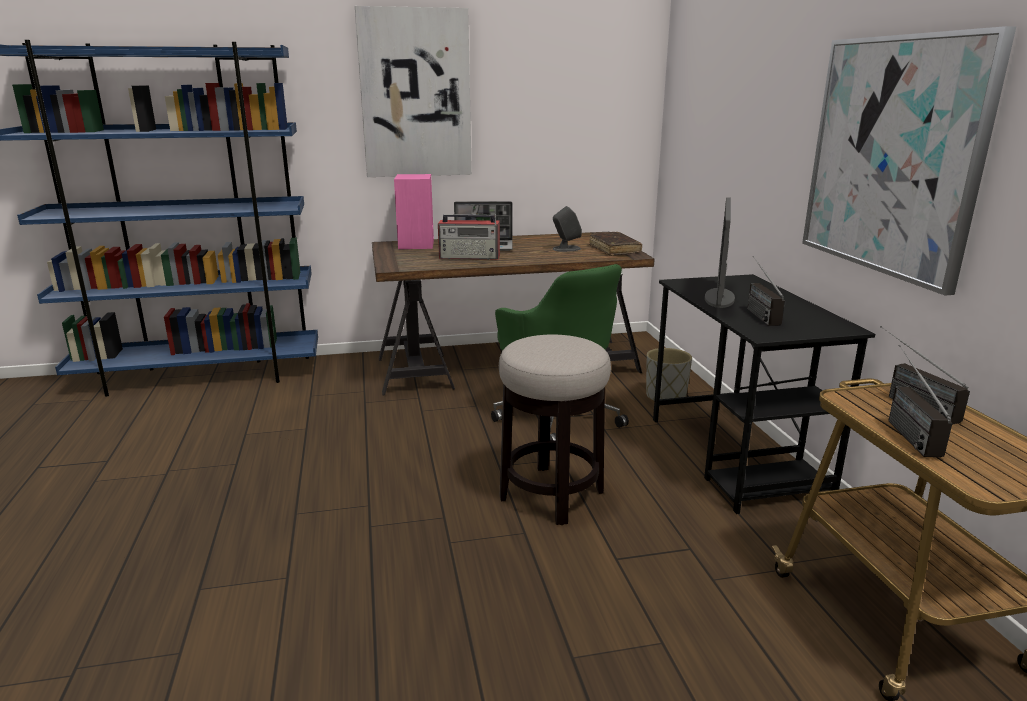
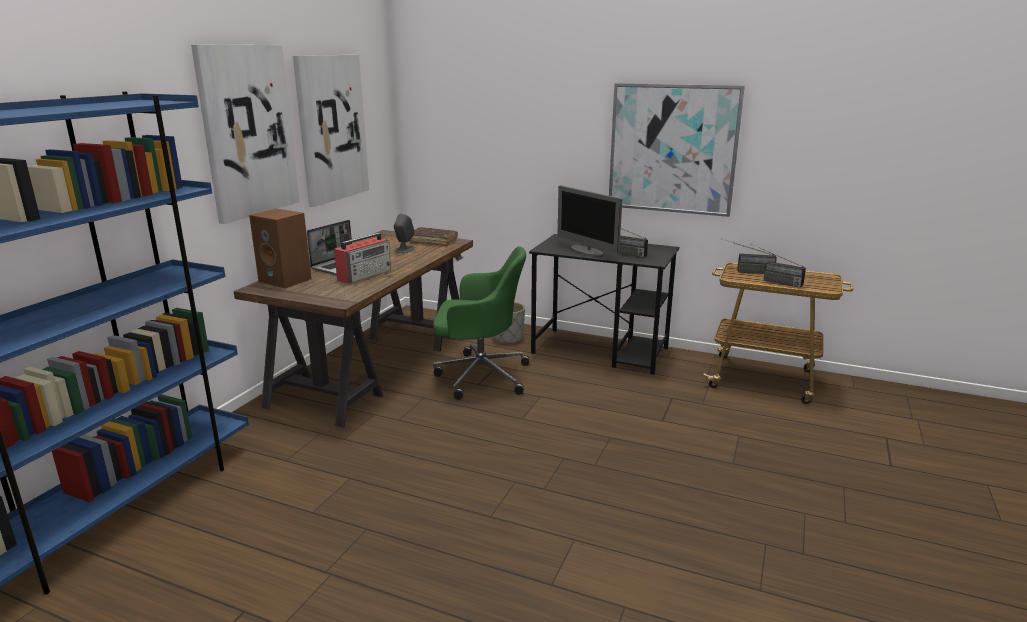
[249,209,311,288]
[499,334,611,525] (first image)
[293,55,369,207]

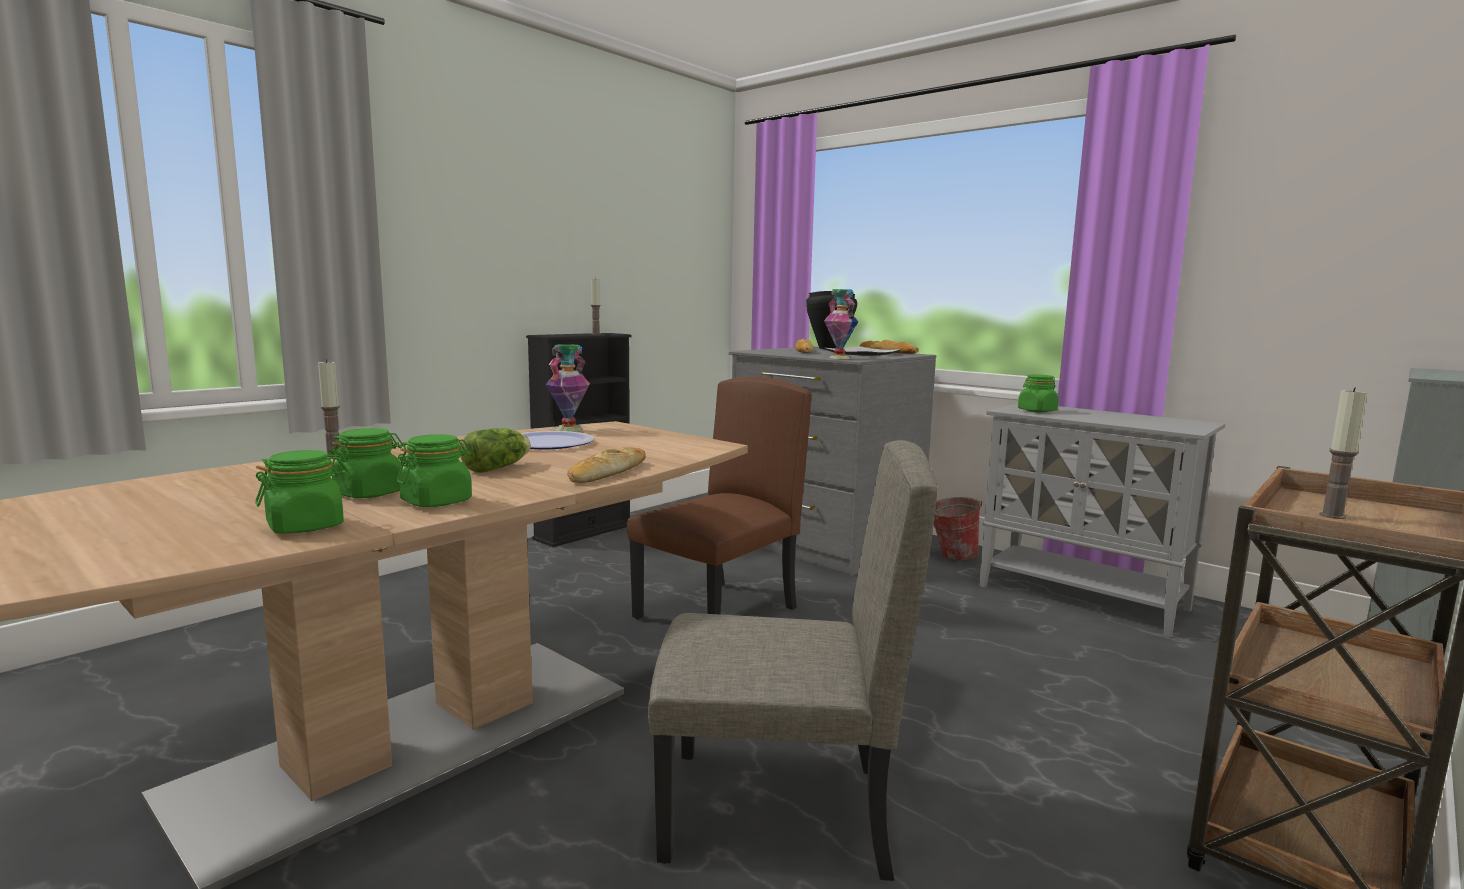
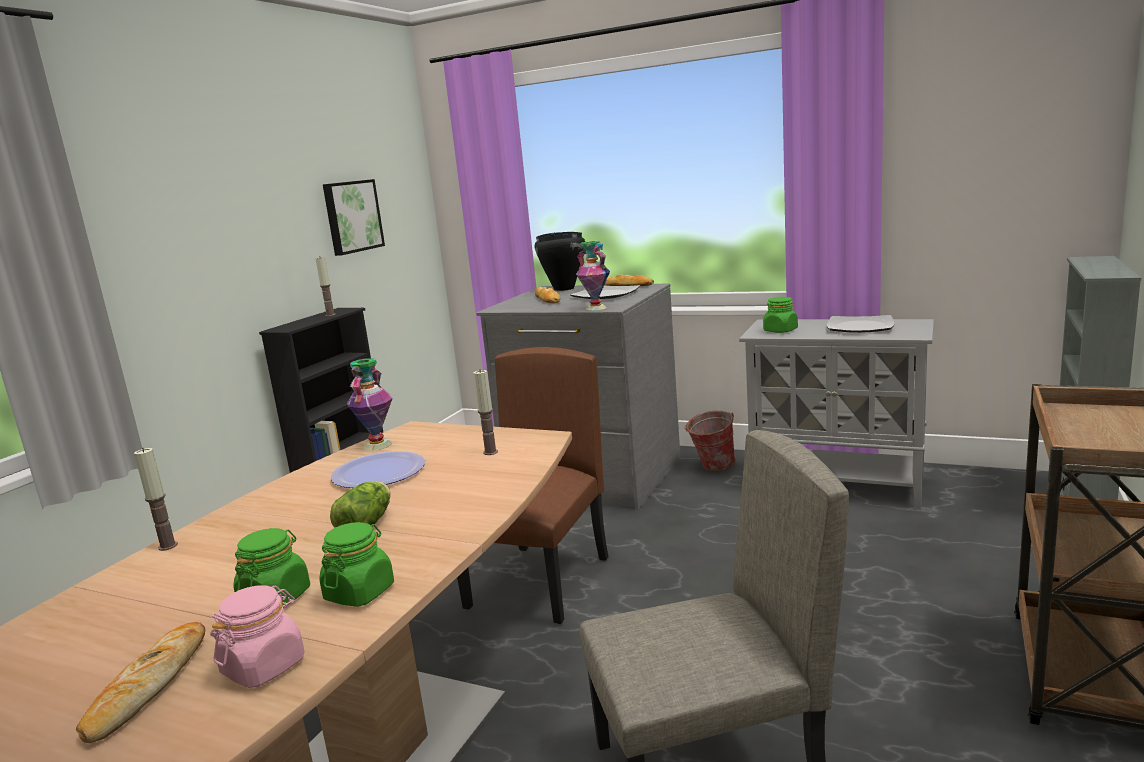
[473,370,498,455]
[76,622,205,743]
[210,585,305,688]
[323,179,385,256]
[827,315,894,333]

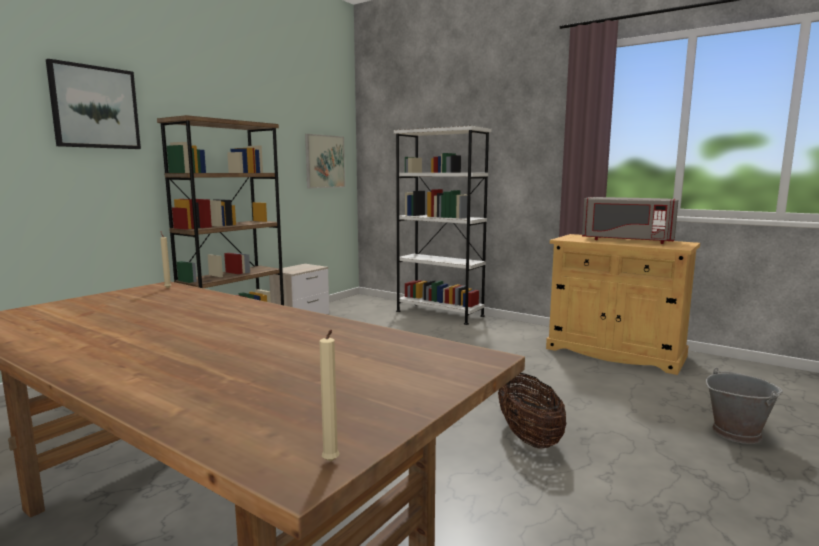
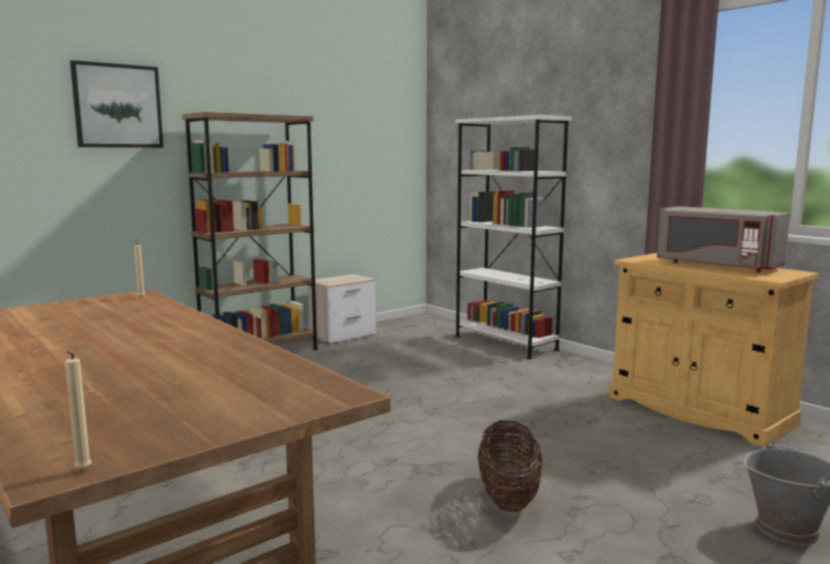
[305,134,345,189] (first image)

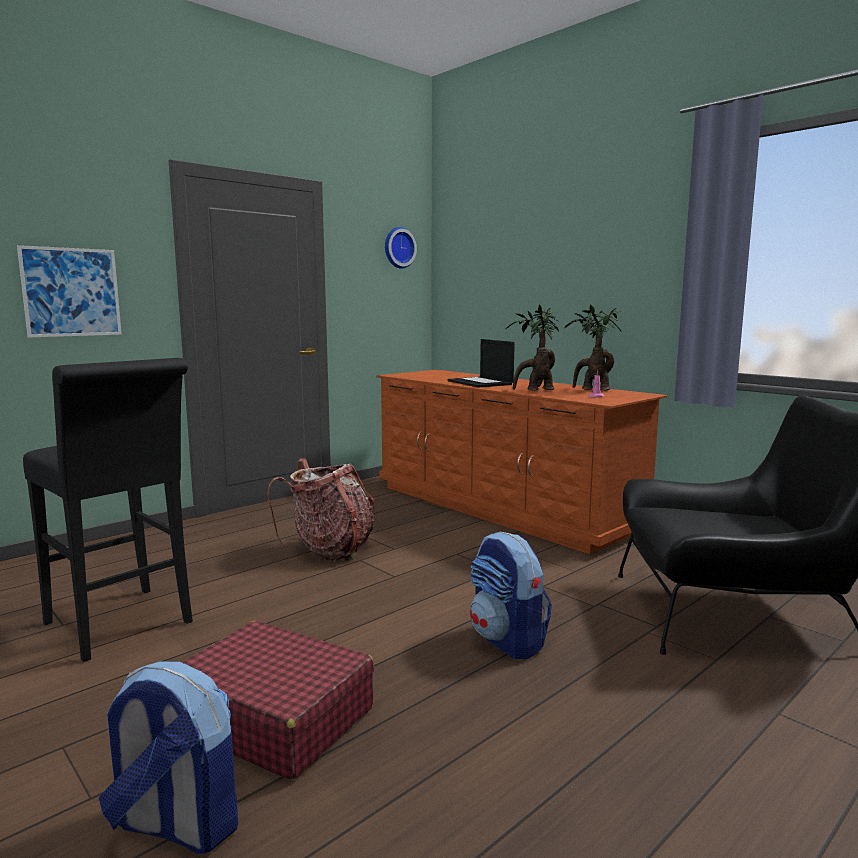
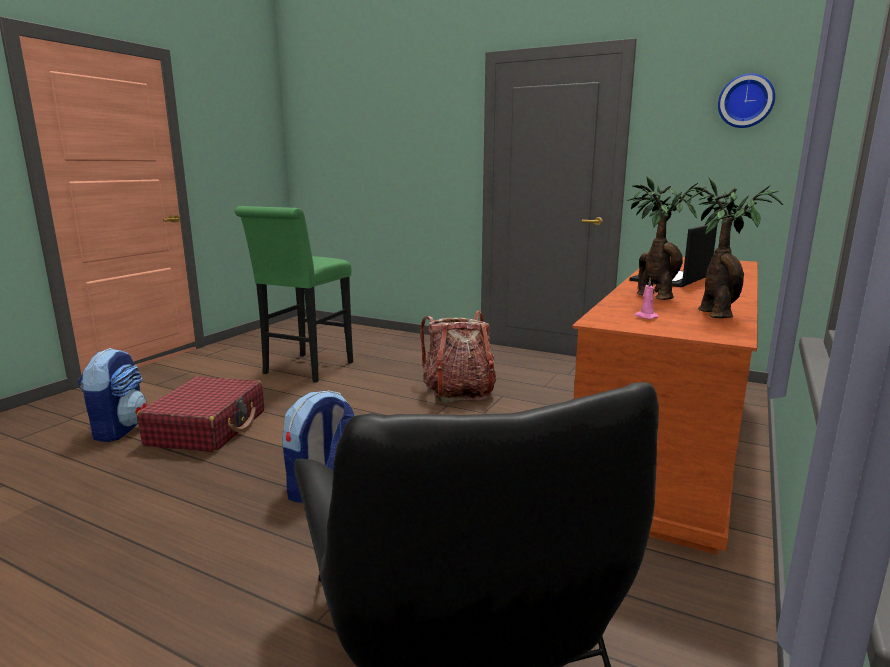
[17,245,122,338] (first image)
[235,206,353,383]

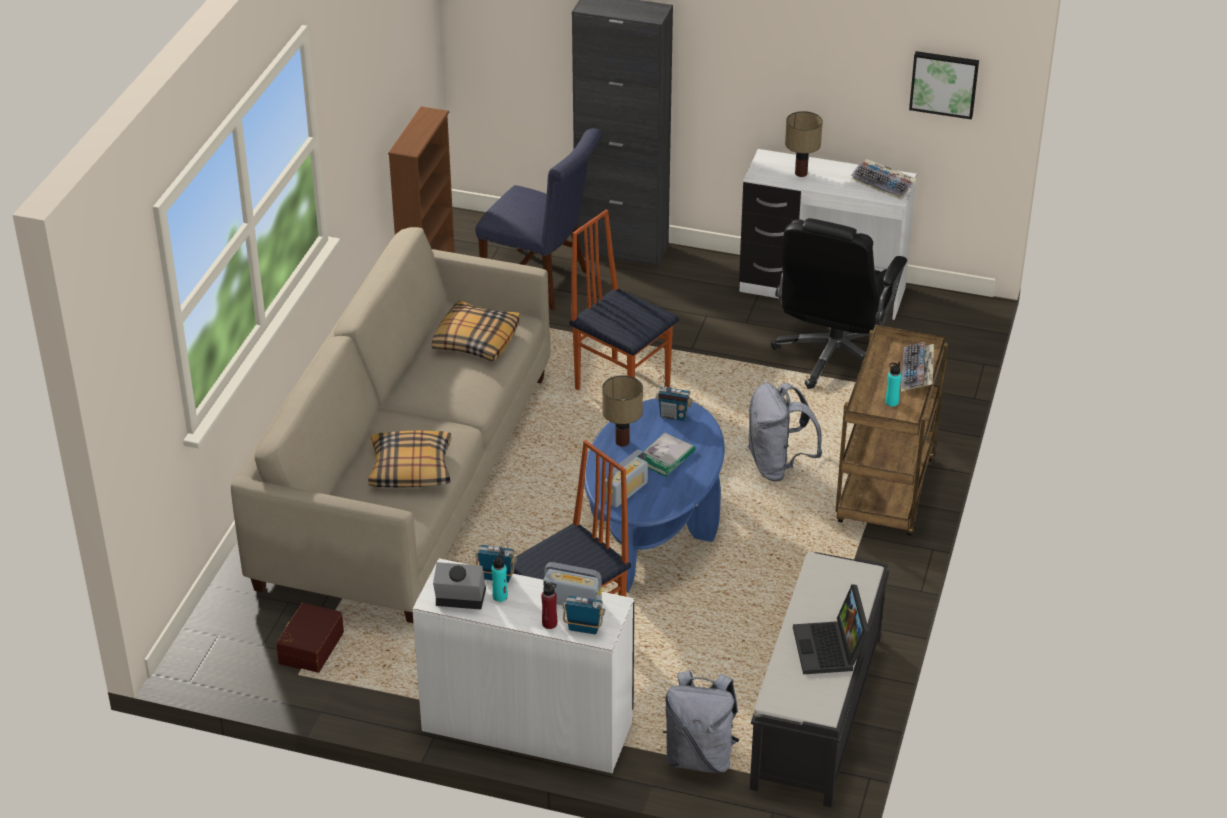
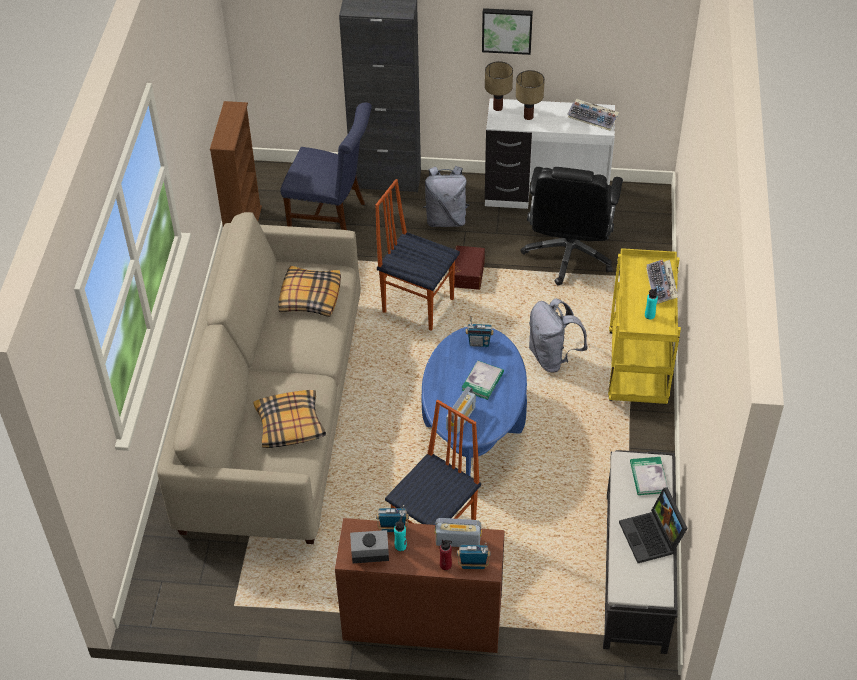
[482,8,533,55]
[608,248,681,404]
[485,61,513,111]
[335,518,505,653]
[454,246,485,290]
[423,166,469,227]
[630,457,668,495]

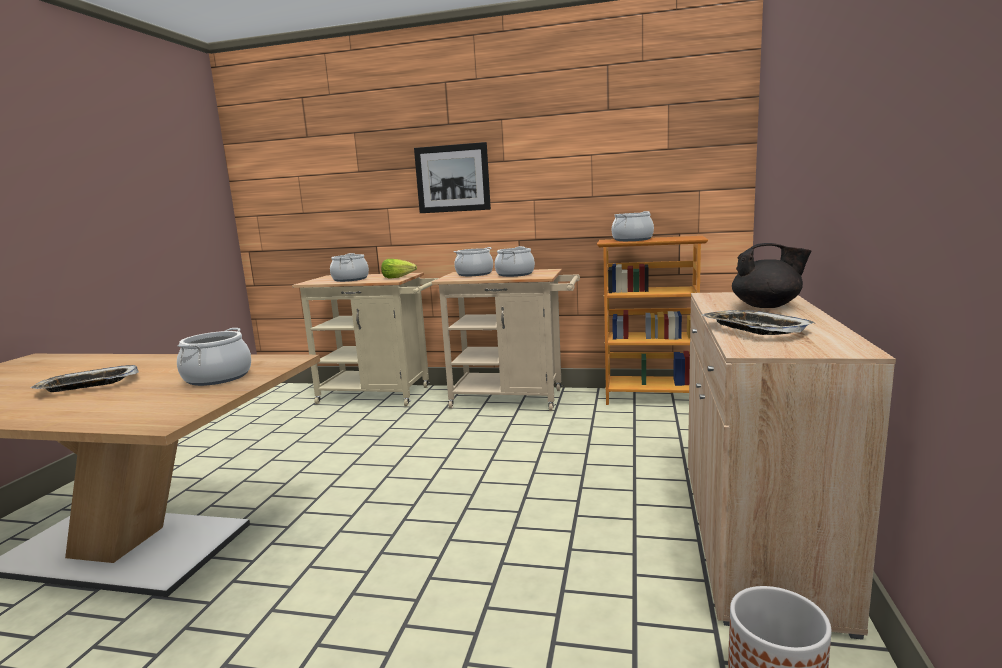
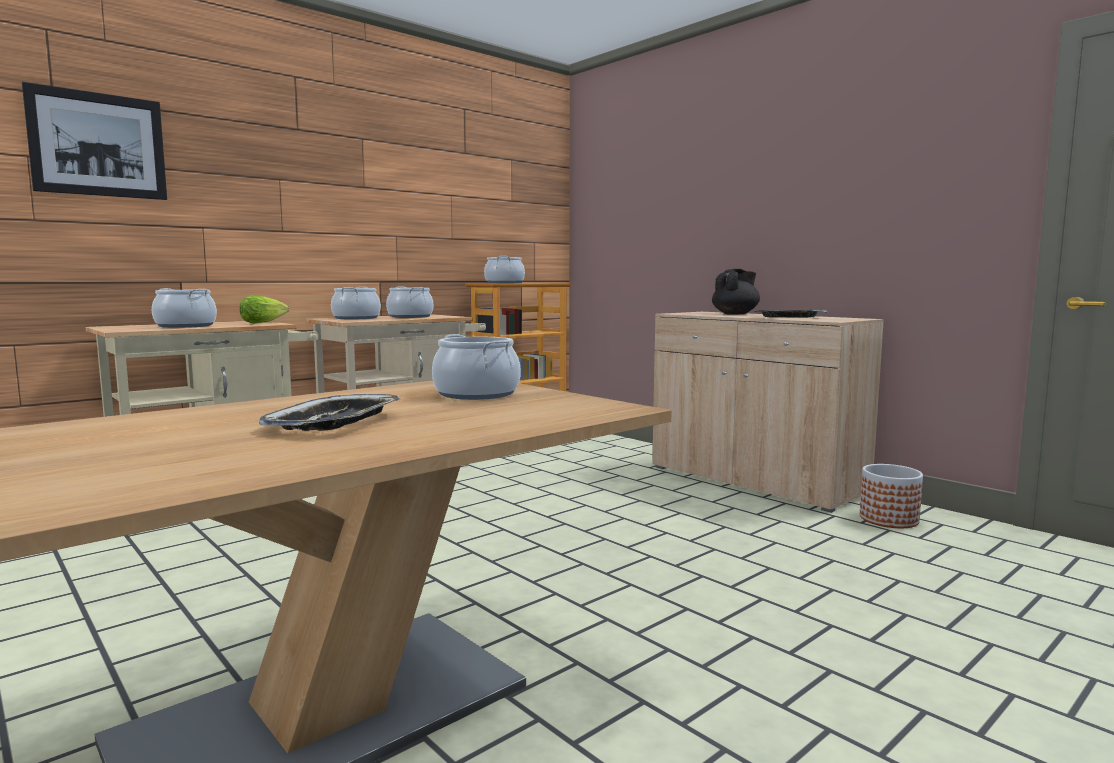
[22,82,167,200]

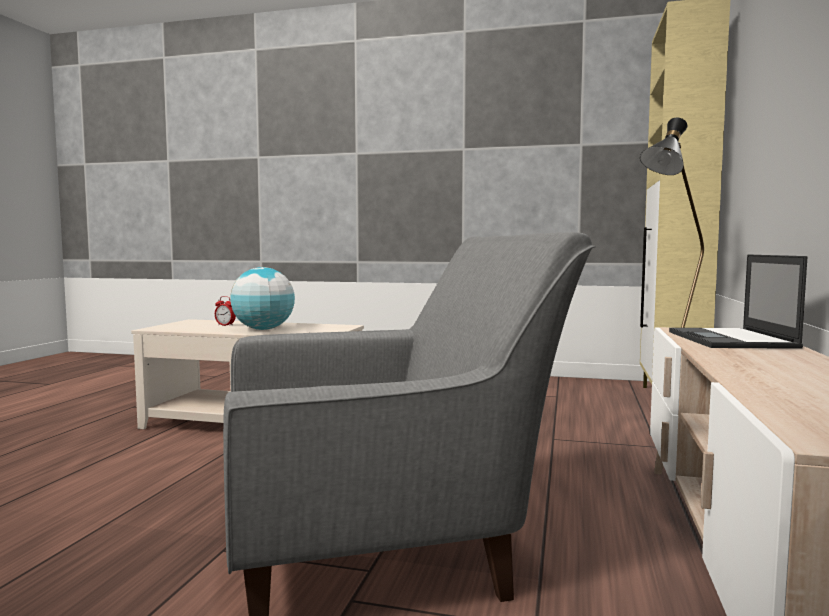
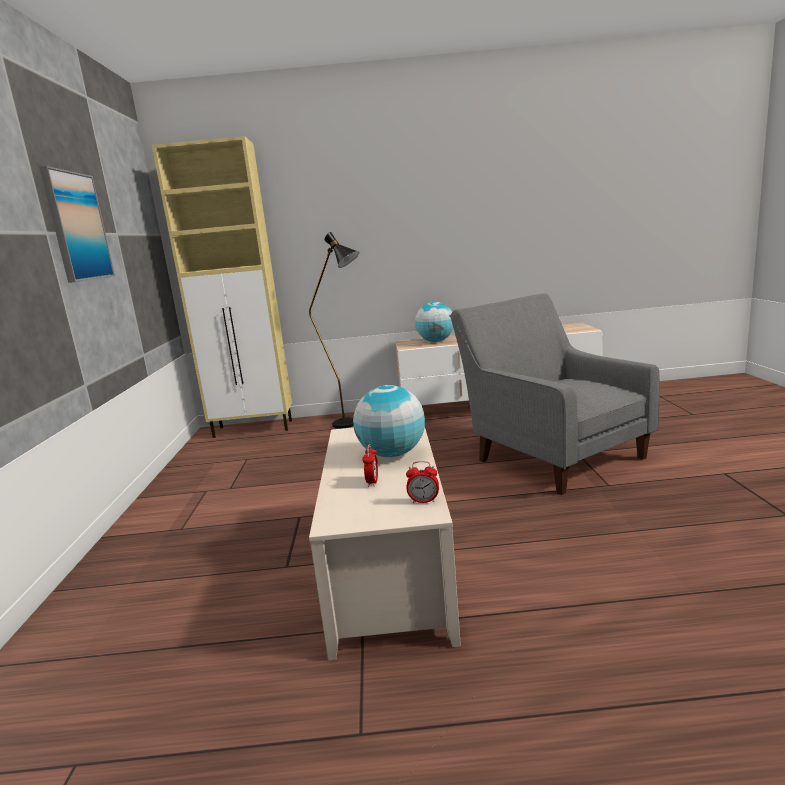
[415,302,453,342]
[39,166,115,283]
[406,461,439,503]

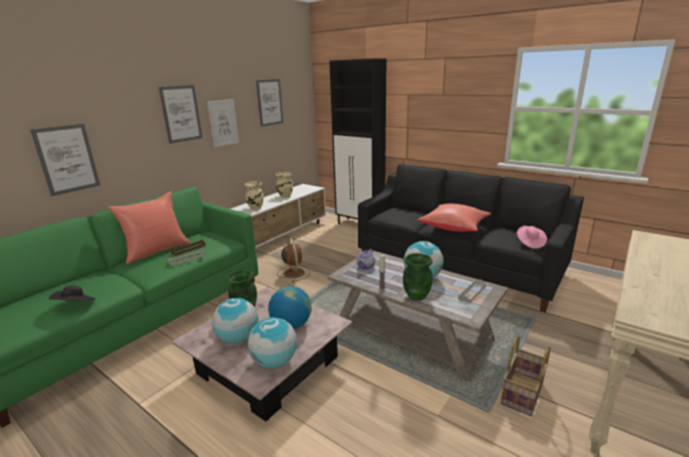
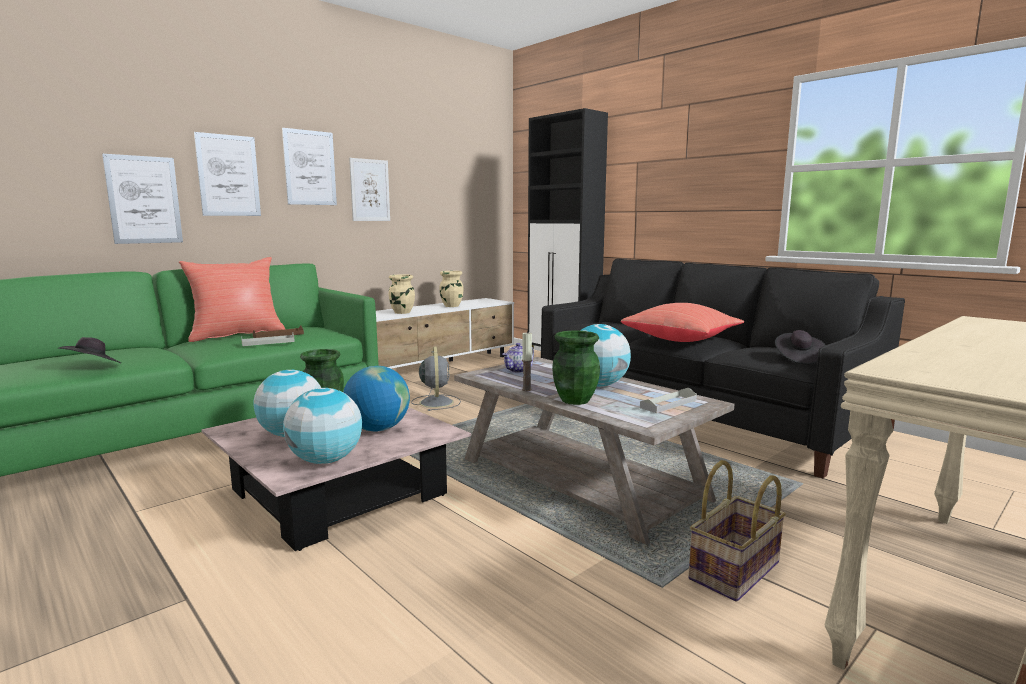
[194,132,261,216]
[775,330,825,364]
[411,346,461,411]

